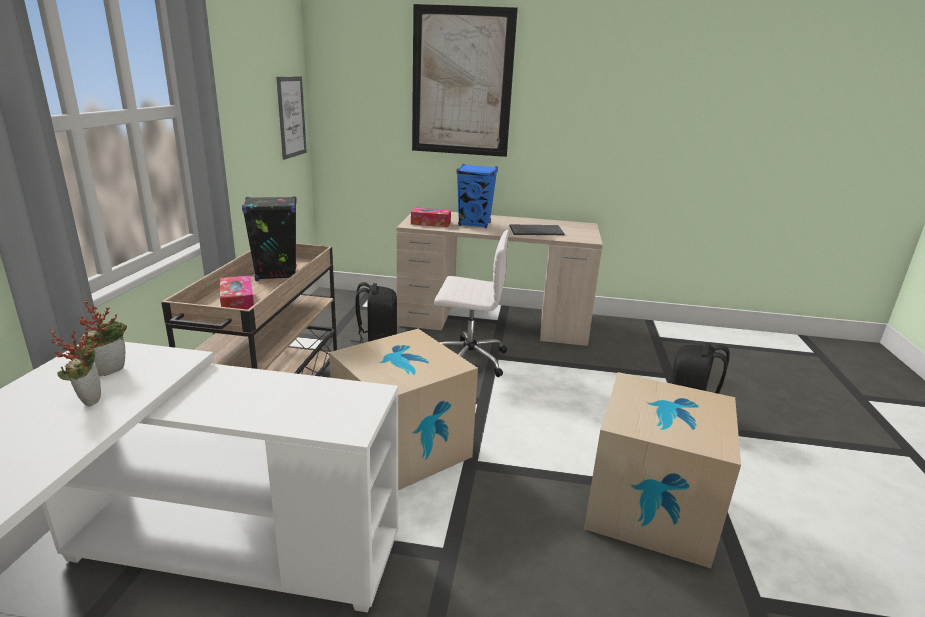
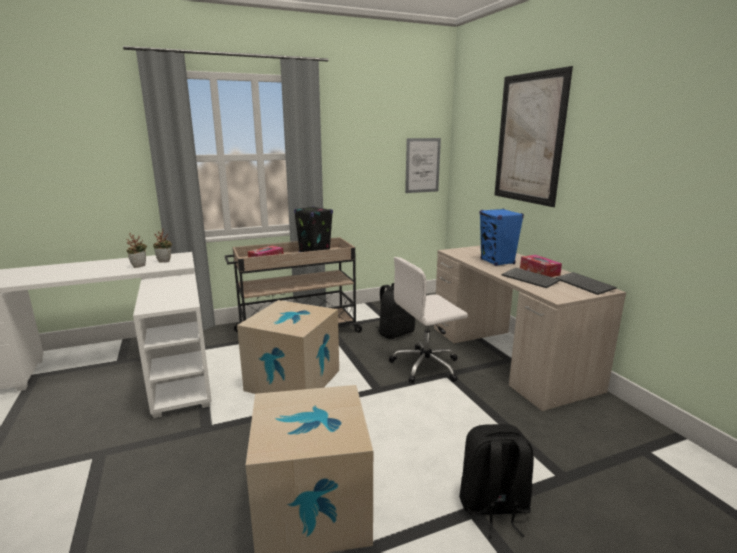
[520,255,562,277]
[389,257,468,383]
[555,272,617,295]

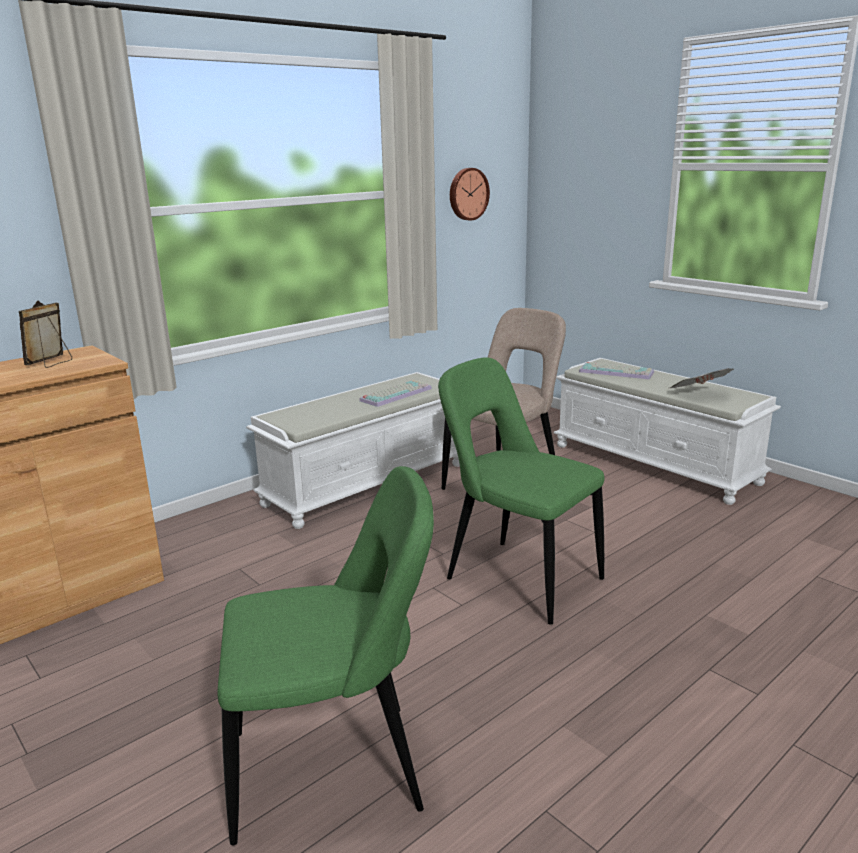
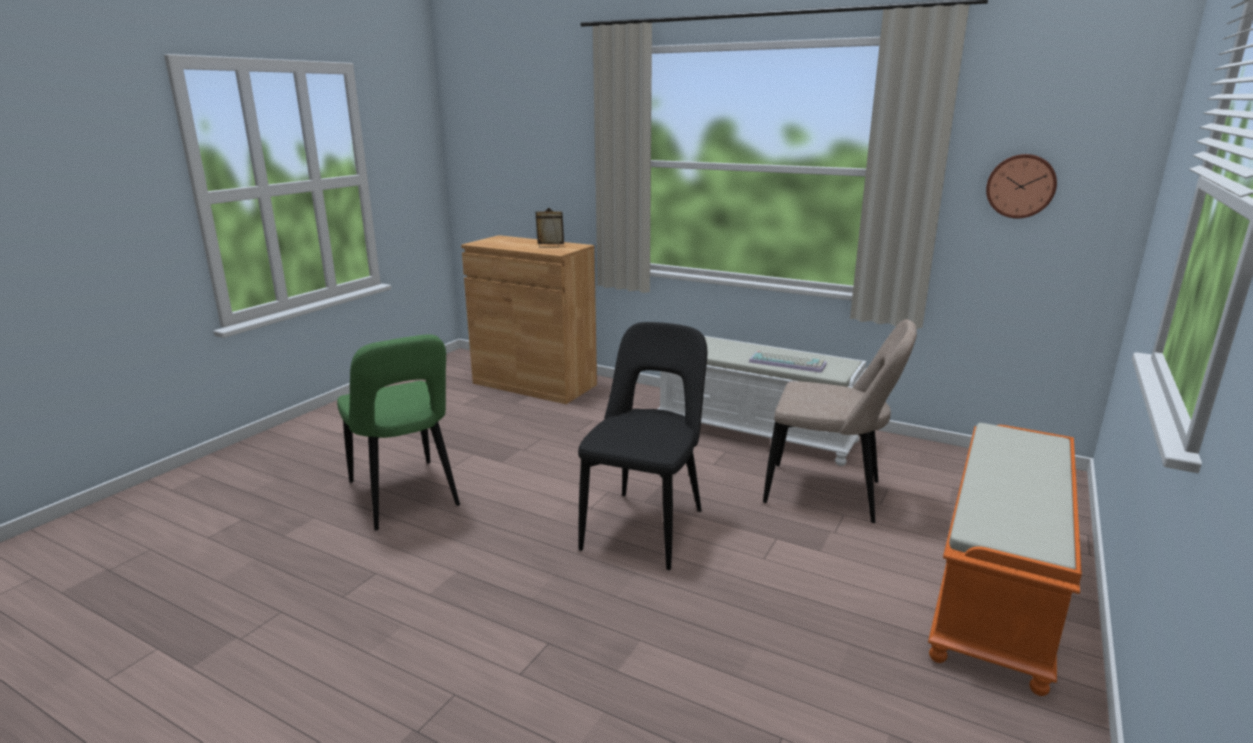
[578,322,707,570]
[928,423,1082,696]
[579,362,654,379] (first image)
[670,368,734,388] (first image)

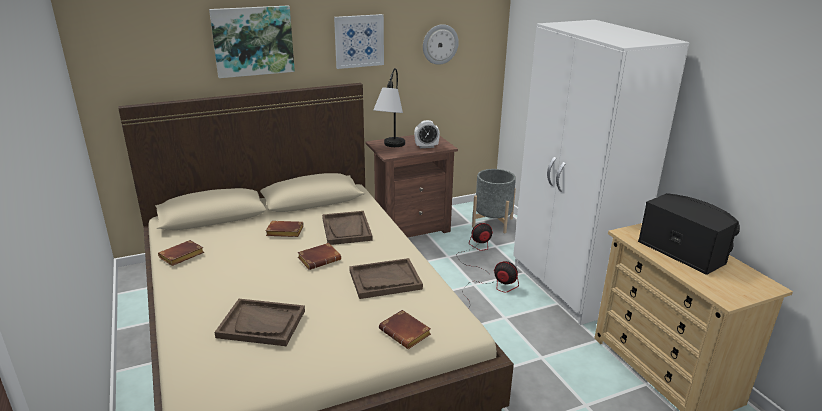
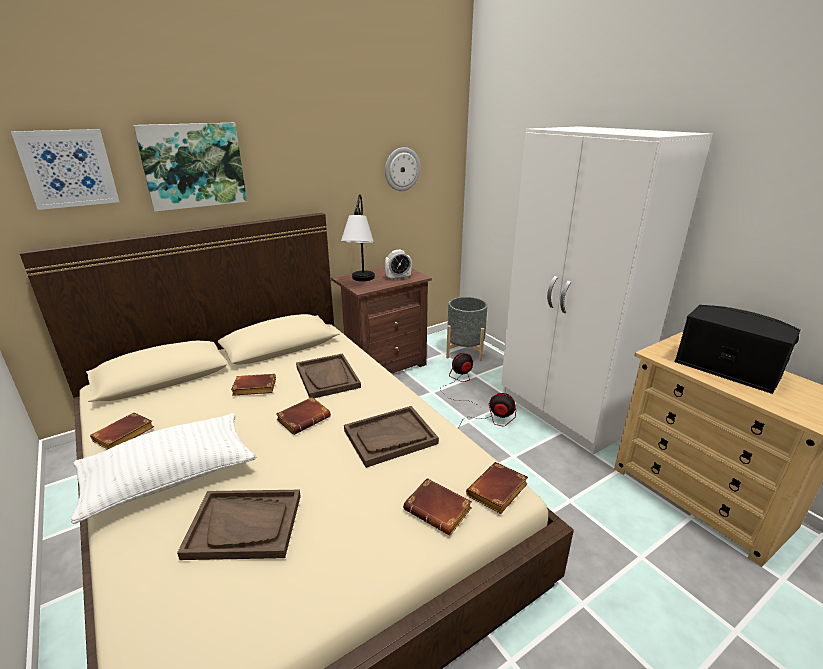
[11,129,119,210]
[71,413,256,524]
[466,462,528,514]

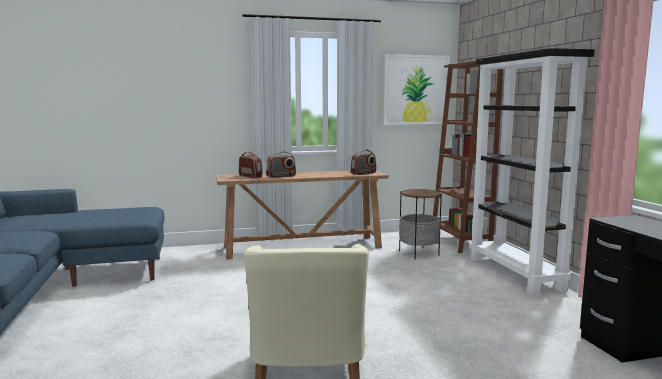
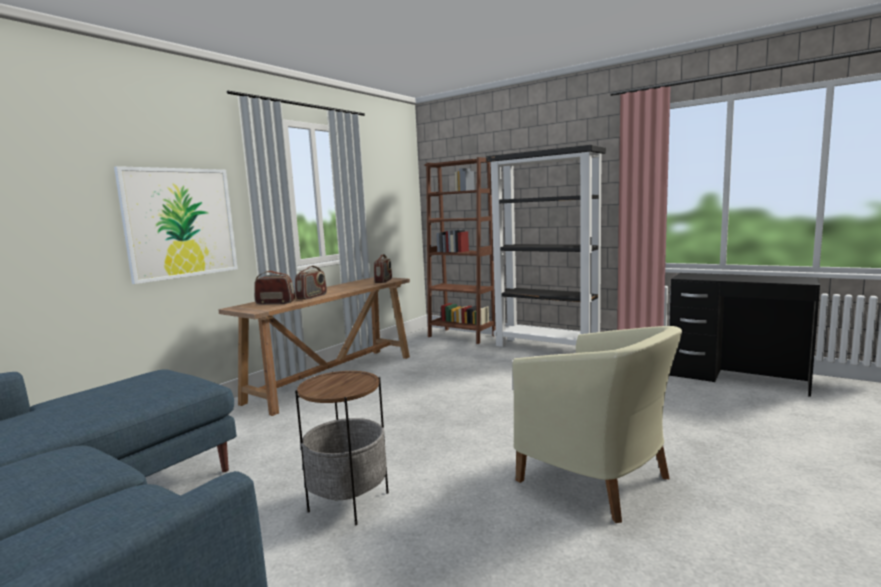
[114,166,238,284]
[295,371,389,526]

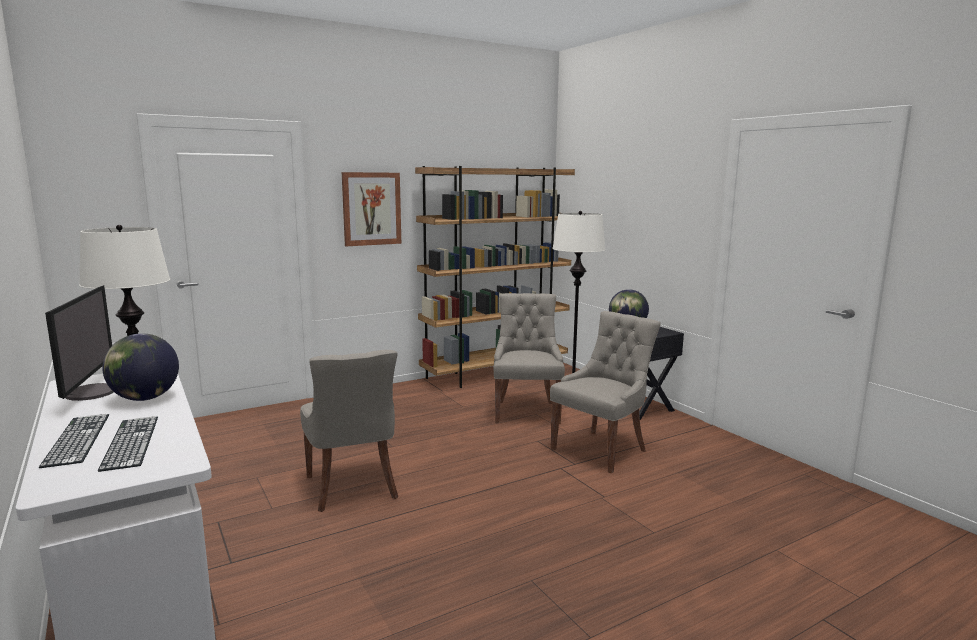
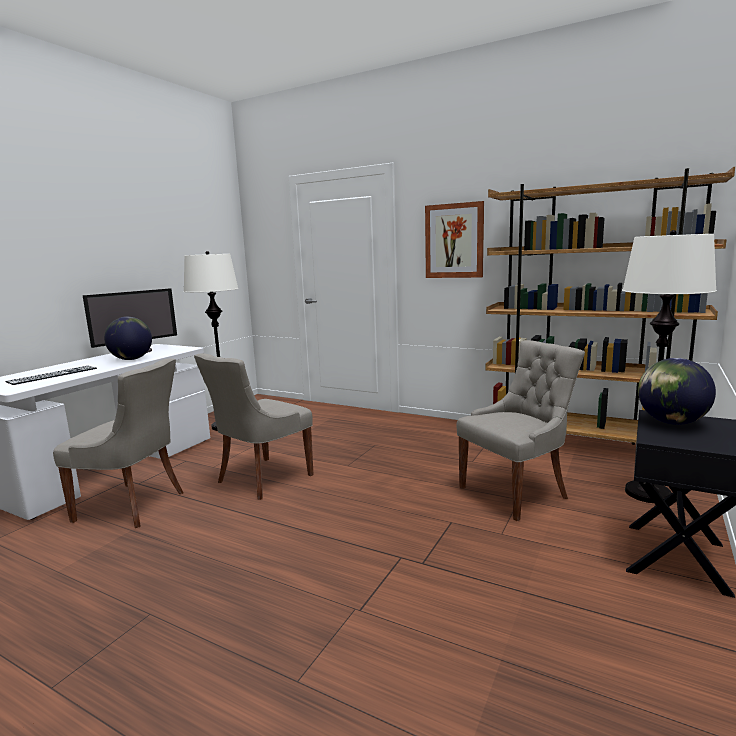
[53,358,184,528]
[39,414,109,468] (first image)

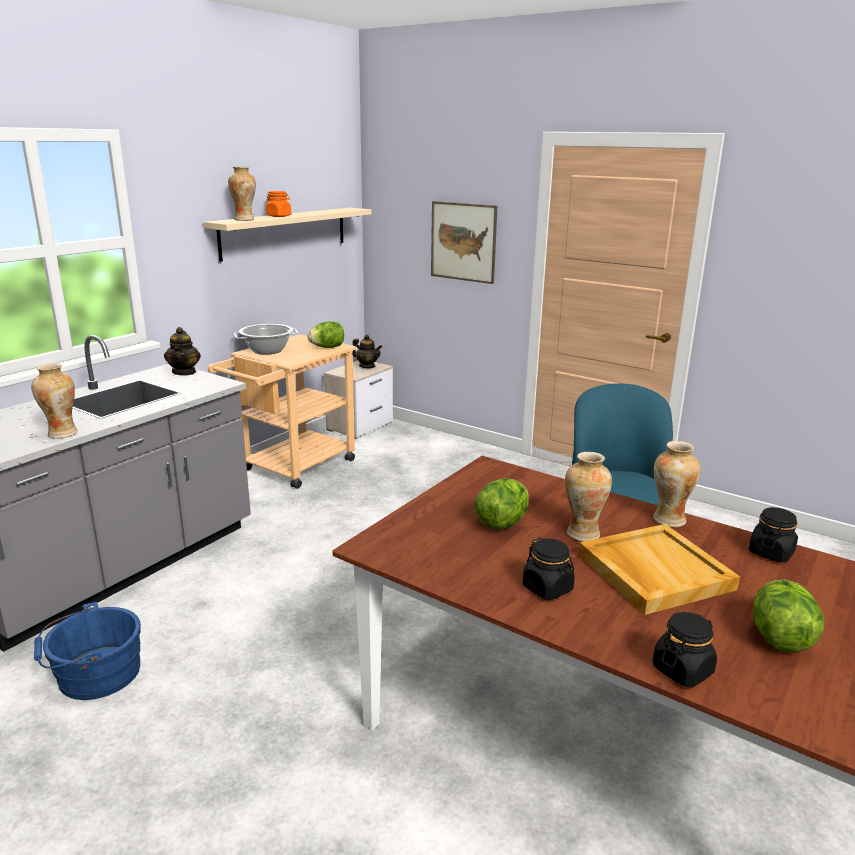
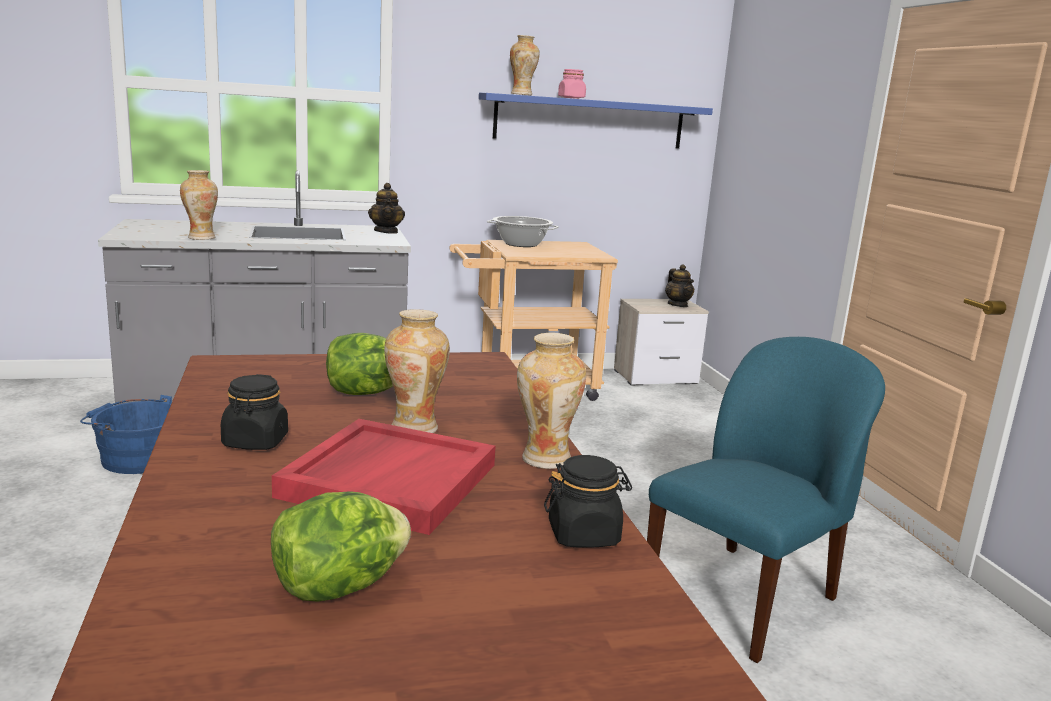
[558,69,586,99]
[431,201,497,284] (first image)
[479,92,713,149]
[308,321,344,348] (first image)
[368,183,405,234]
[272,419,496,535]
[653,612,717,688] (first image)

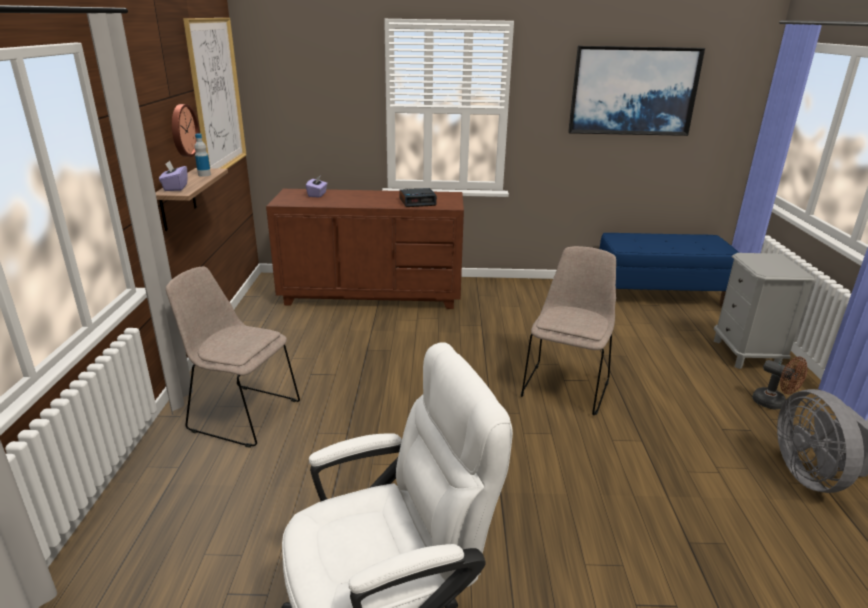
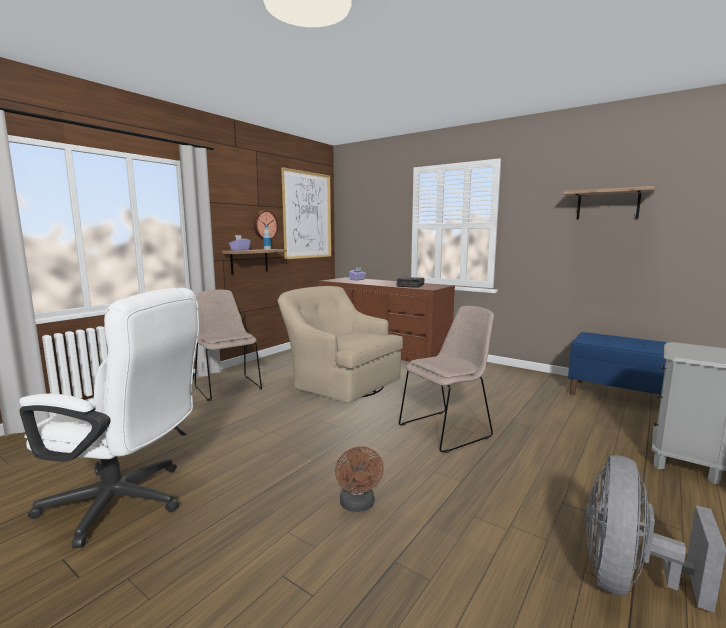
[563,186,655,220]
[335,446,384,512]
[278,286,403,403]

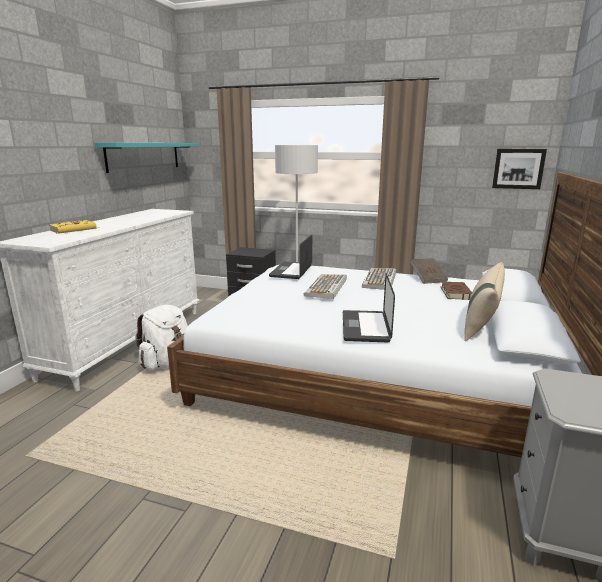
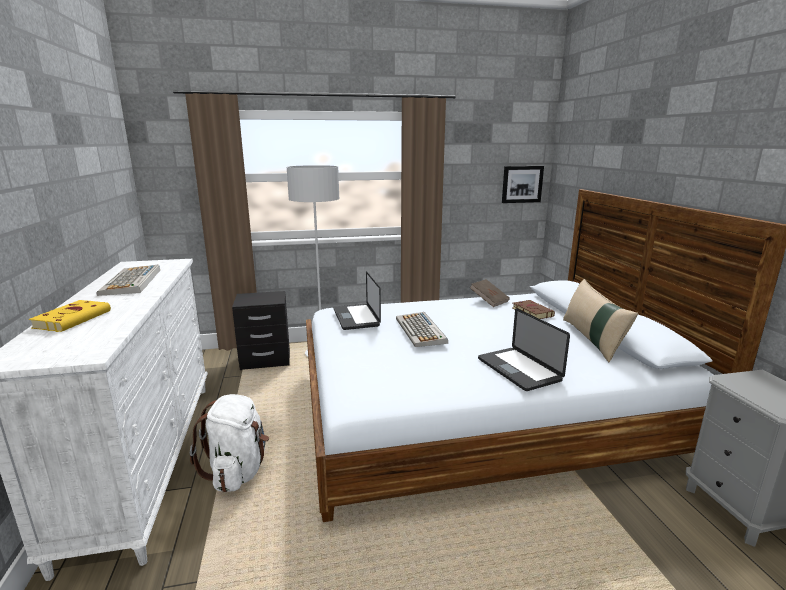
[94,143,198,173] (first image)
[96,265,160,296]

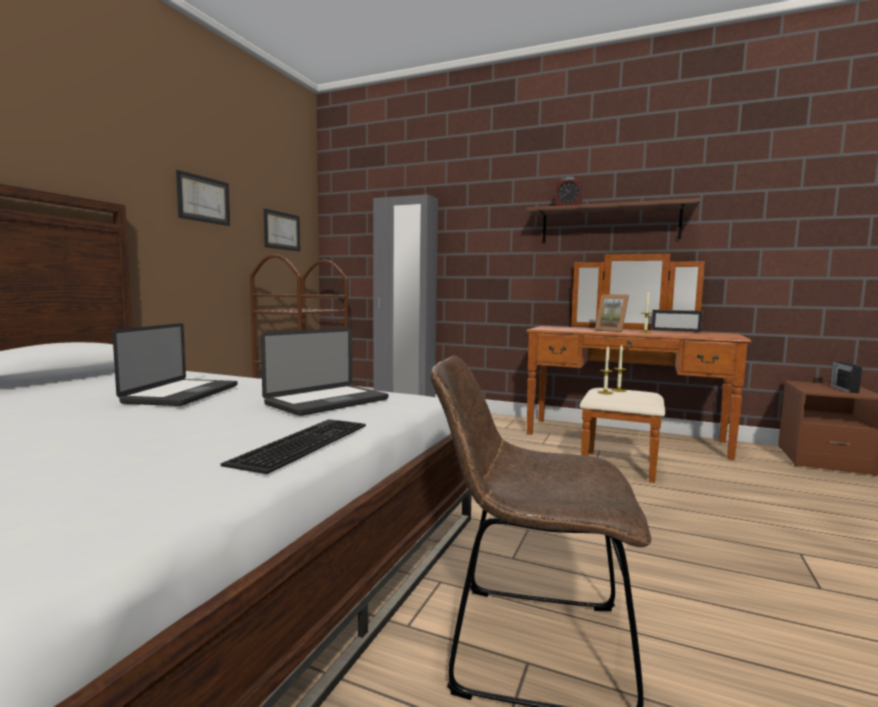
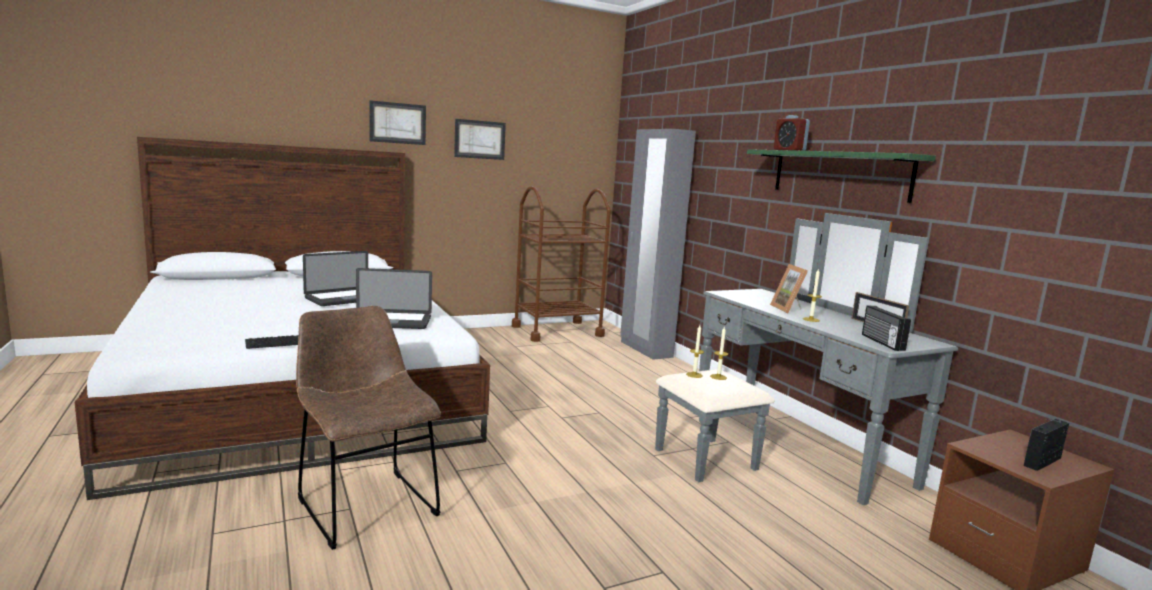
[747,149,936,203]
[369,100,426,145]
[655,213,958,505]
[862,305,911,351]

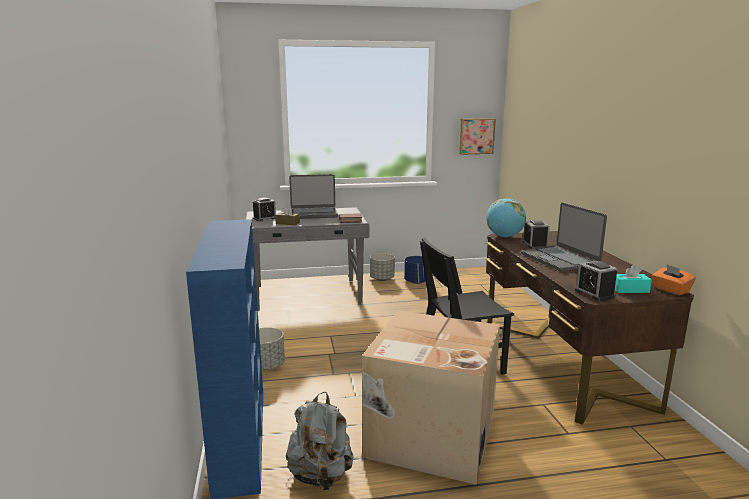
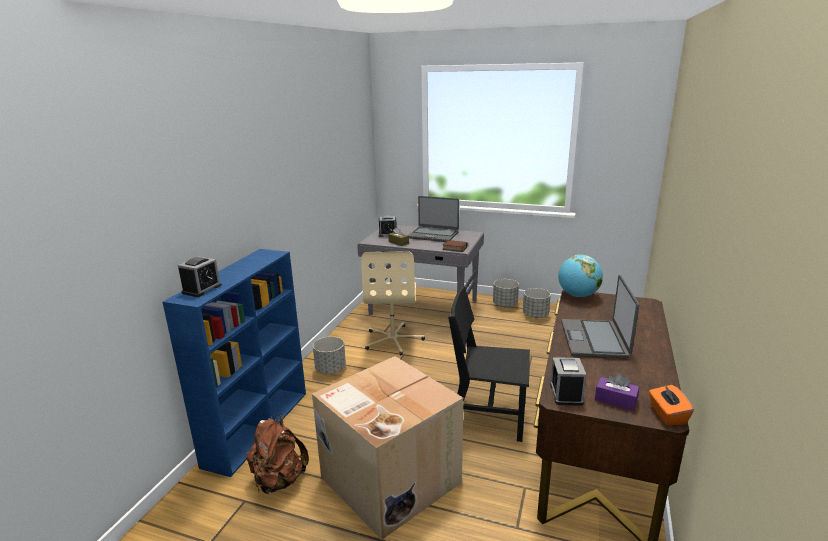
[459,118,496,155] (first image)
[178,257,222,297]
[523,288,551,318]
[595,373,639,411]
[246,415,309,494]
[361,251,425,355]

